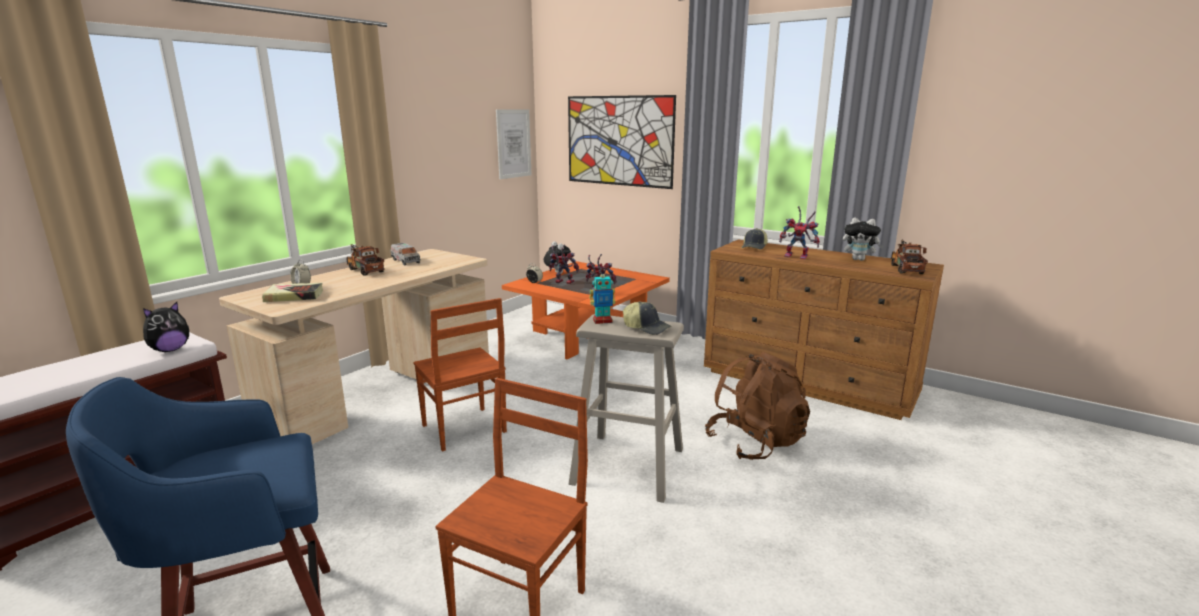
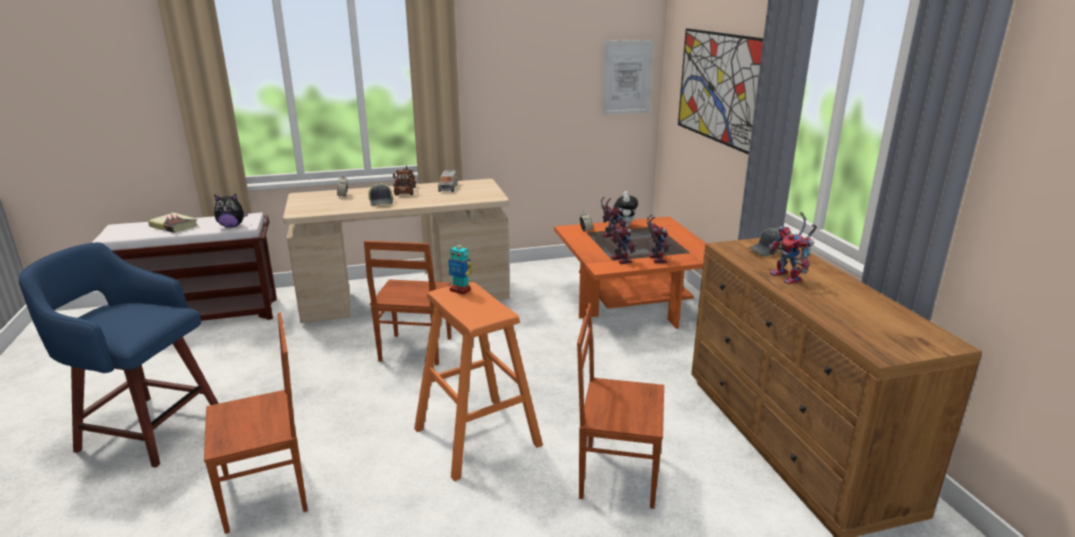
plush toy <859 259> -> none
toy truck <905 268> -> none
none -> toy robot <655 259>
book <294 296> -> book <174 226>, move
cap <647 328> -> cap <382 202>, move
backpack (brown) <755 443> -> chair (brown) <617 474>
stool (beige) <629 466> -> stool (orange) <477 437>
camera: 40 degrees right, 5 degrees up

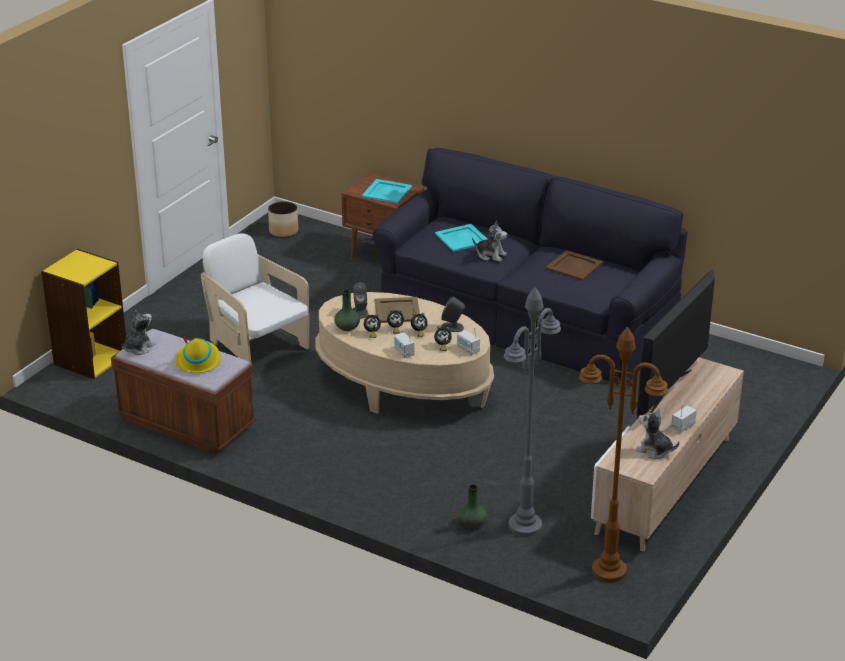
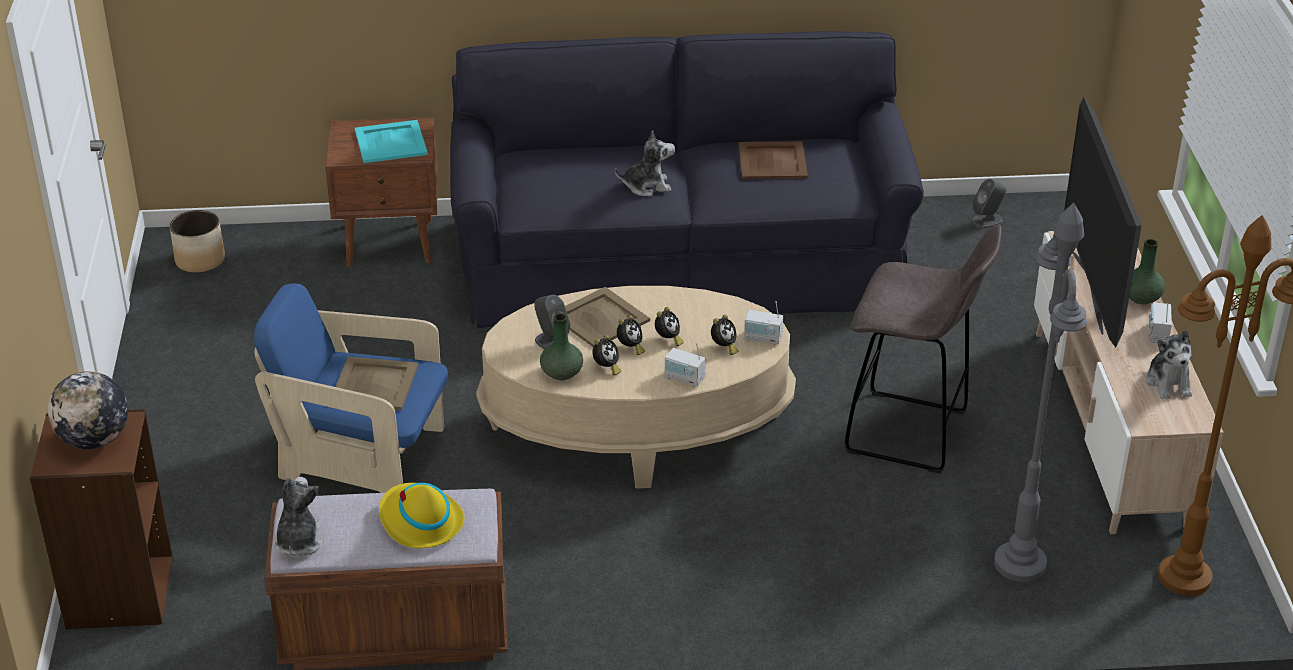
tray (turquoise) <462 238> -> none
none -> globe <94 440>
none -> tray (beige) <373 384>
none -> stool (grey) <910 433>
speaker (grey) <452 327> -> speaker (grey) <987 221>, move
vase (green) <472 523> -> vase (green) <1141 297>, move
bookcase (yellow) <90 359> -> bookcase (brown) <118 592>
armchair (white) <257 346> -> armchair (blue) <363 458>
plush toy <654 450> -> plush toy <1168 383>, 90 degrees counterclockwise
camera: 35 degrees left, 5 degrees up

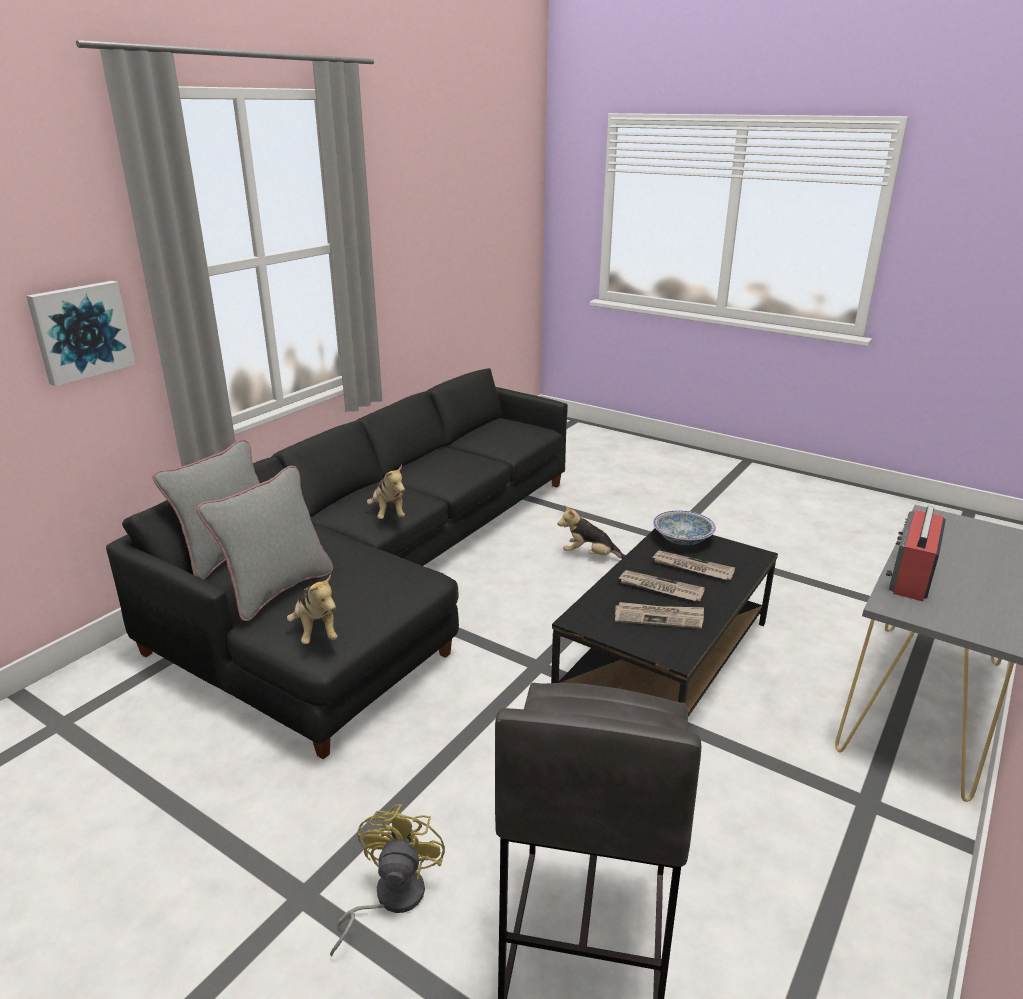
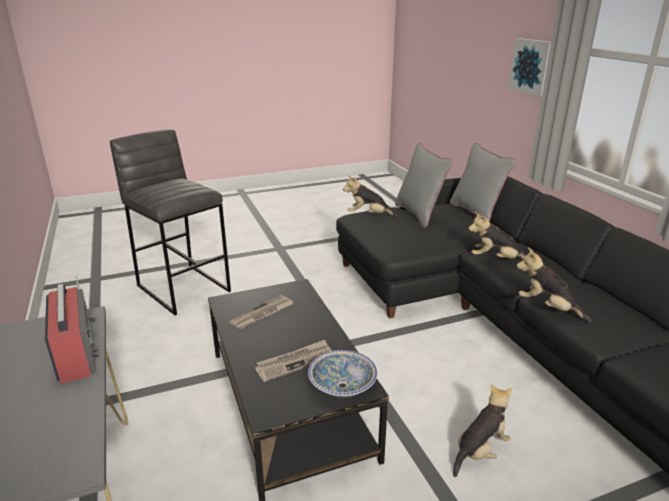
fan (yellow) <390 899> -> none
newspaper <660 588> -> none
none -> plush toy <548 308>
camera: 125 degrees right, 0 degrees up

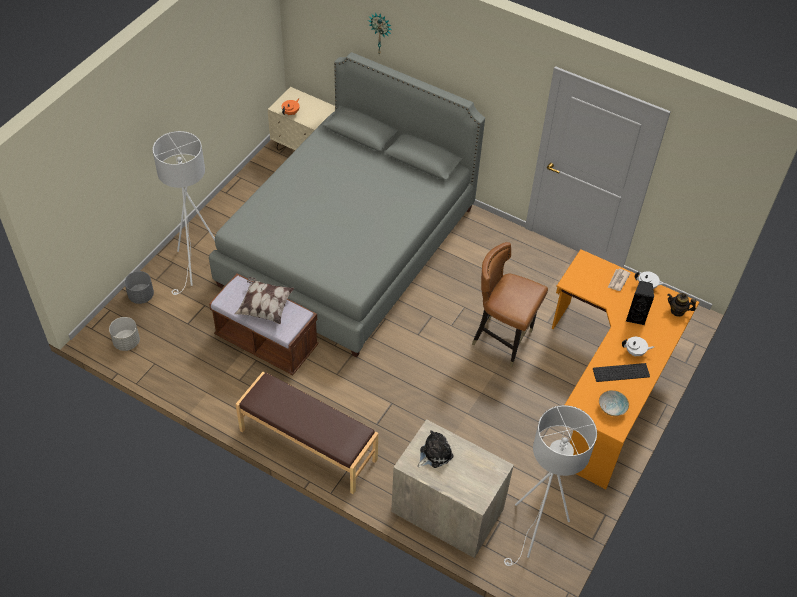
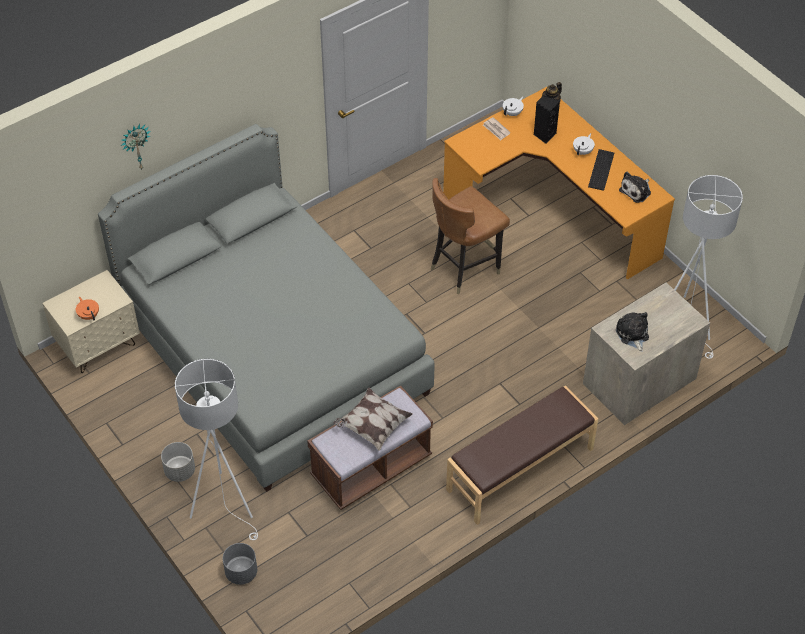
planter (grey) <126 342> -> planter (grey) <179 471>, move
bowl <612 408> -> plush toy <636 191>
camera: 65 degrees left, 0 degrees up

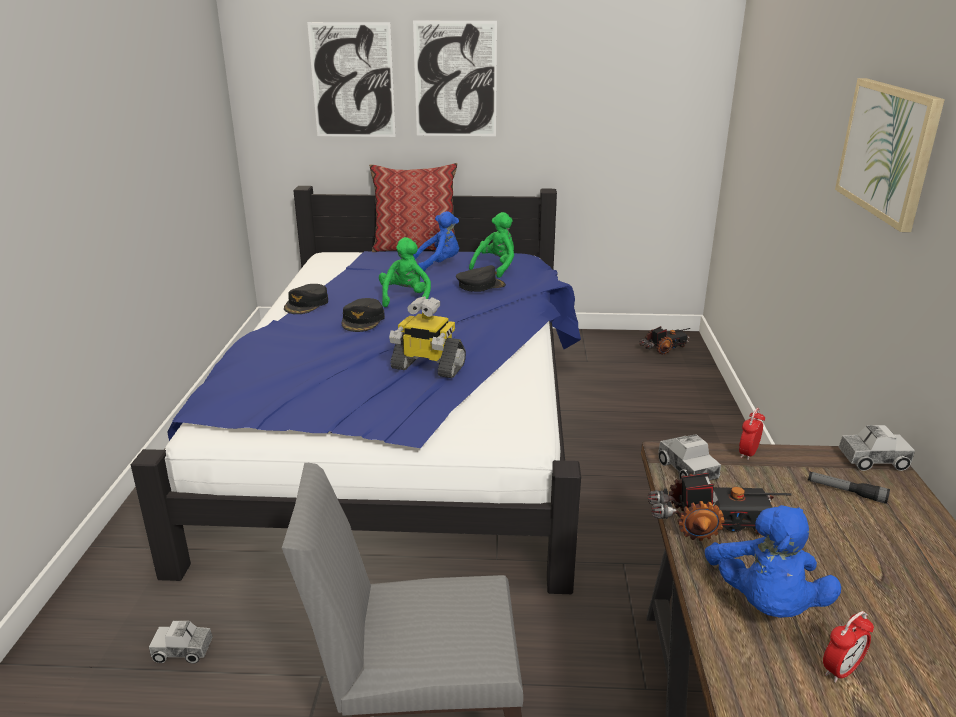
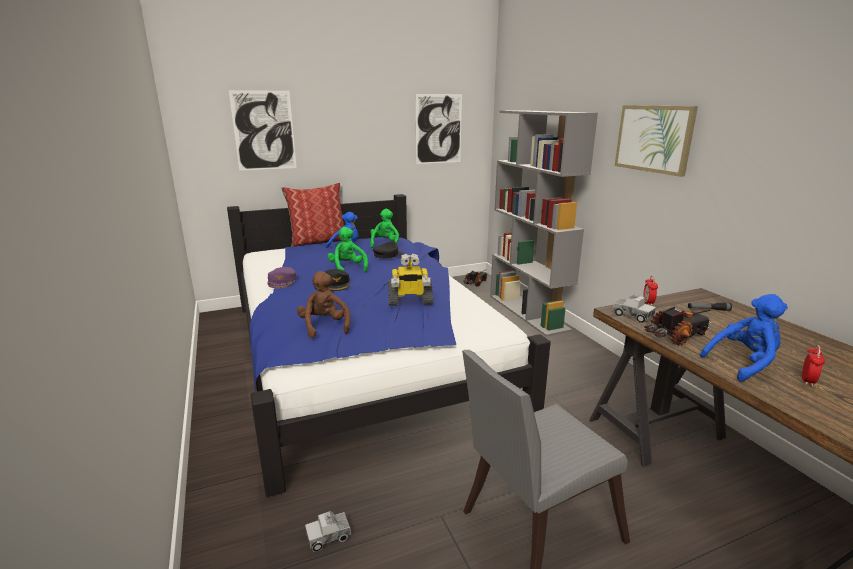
toy truck <872 460> -> none
none -> plush toy (brown) <324 326>
none -> bookcase (grey) <528 312>
picture <455 80> -> picture <438 129>, move
cap (black) <307 304> -> cap (purple) <282 281>
plush toy (blue) <764 604> -> plush toy (blue) <743 364>, 90 degrees counterclockwise
camera: 25 degrees left, 5 degrees down

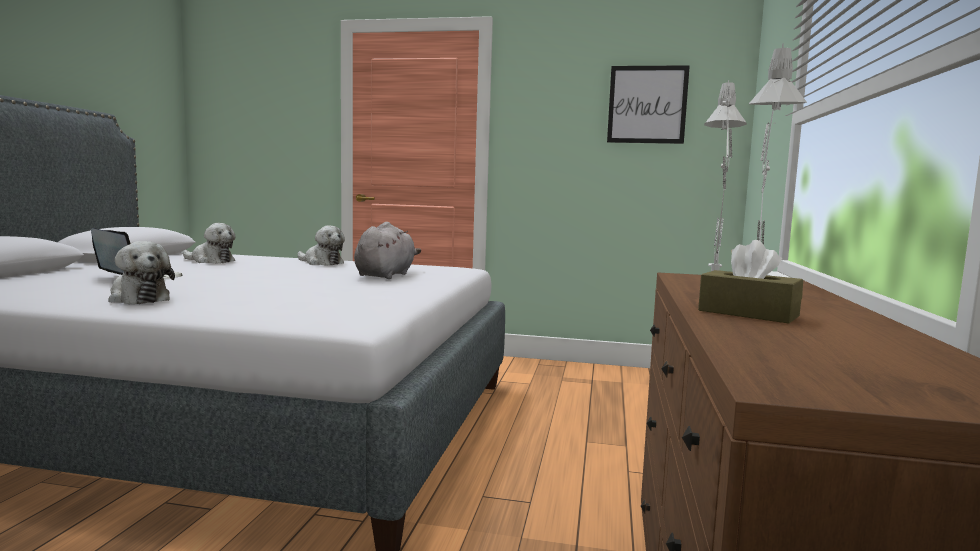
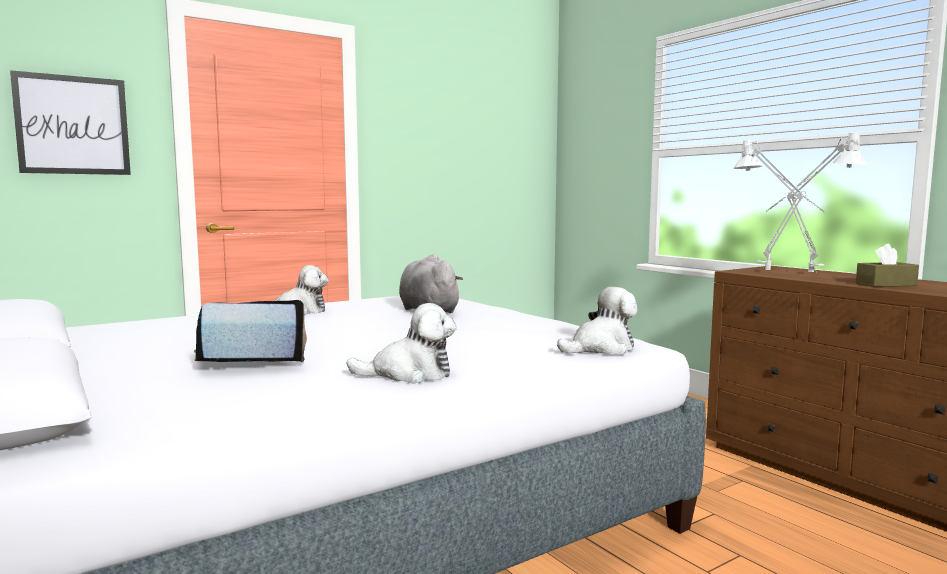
plush toy <210 261> -> plush toy <601 348>, move
picture <647 105> -> picture <73 125>, move
camera: 45 degrees left, 0 degrees up

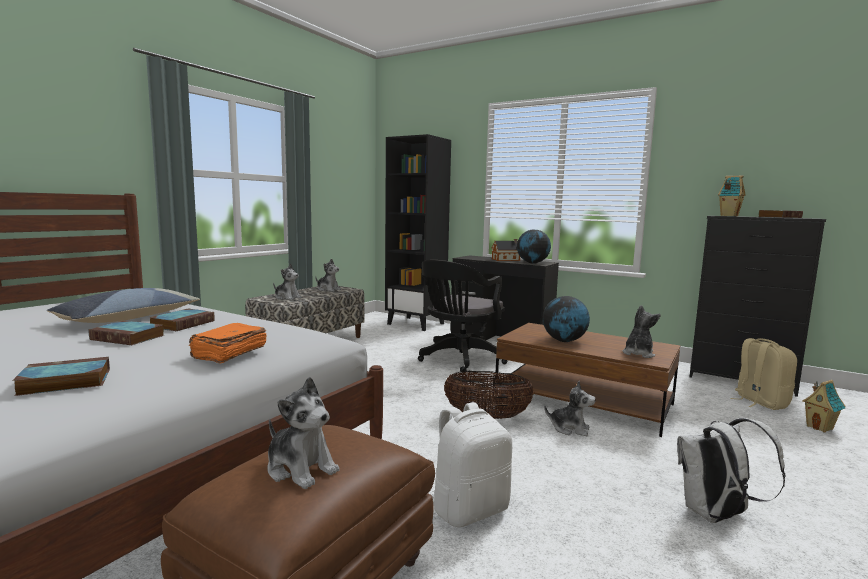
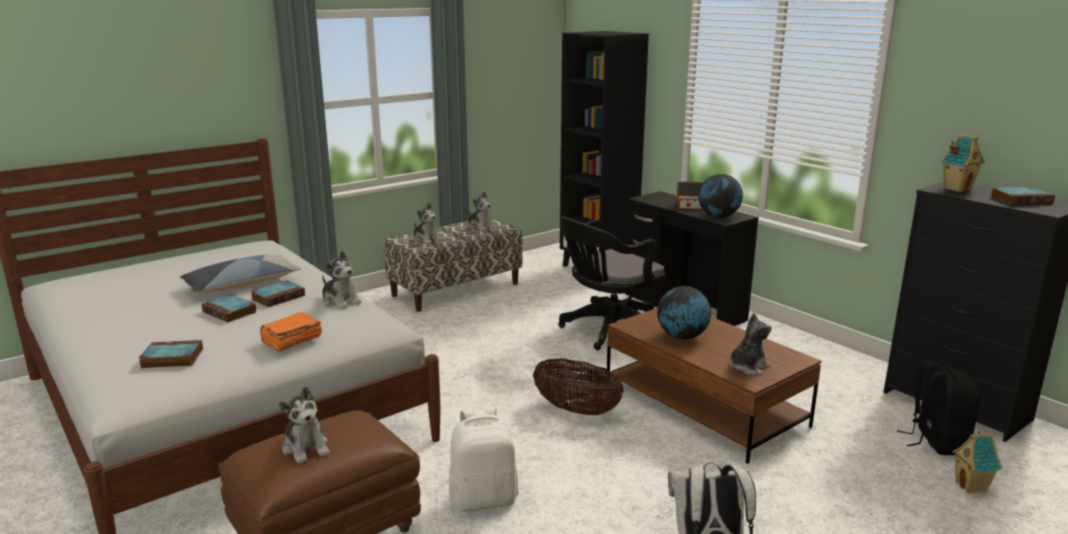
plush toy <569 429> -> plush toy <340 301>, move
backpack (beige) <759 402> -> backpack (black) <935 441>
camera: 20 degrees right, 10 degrees up

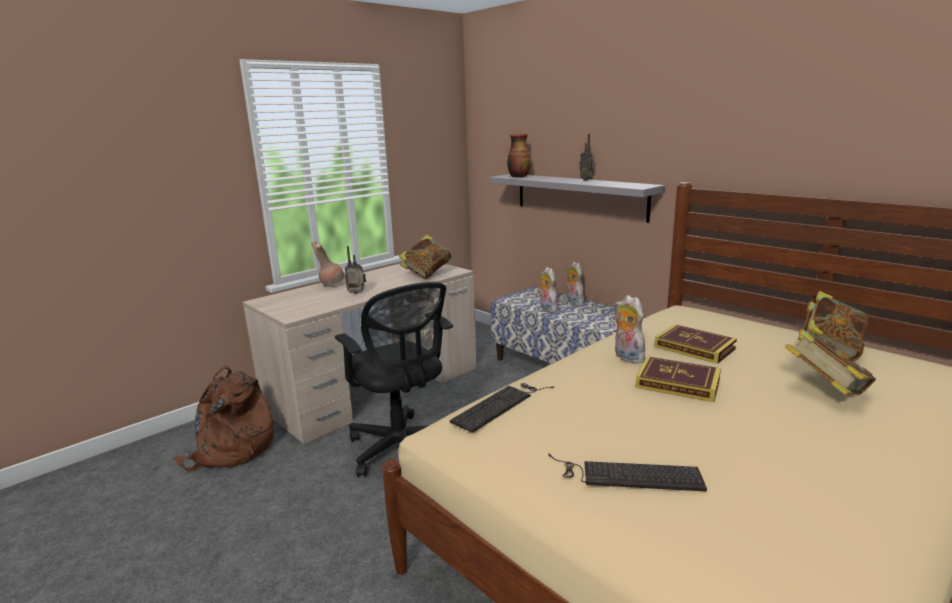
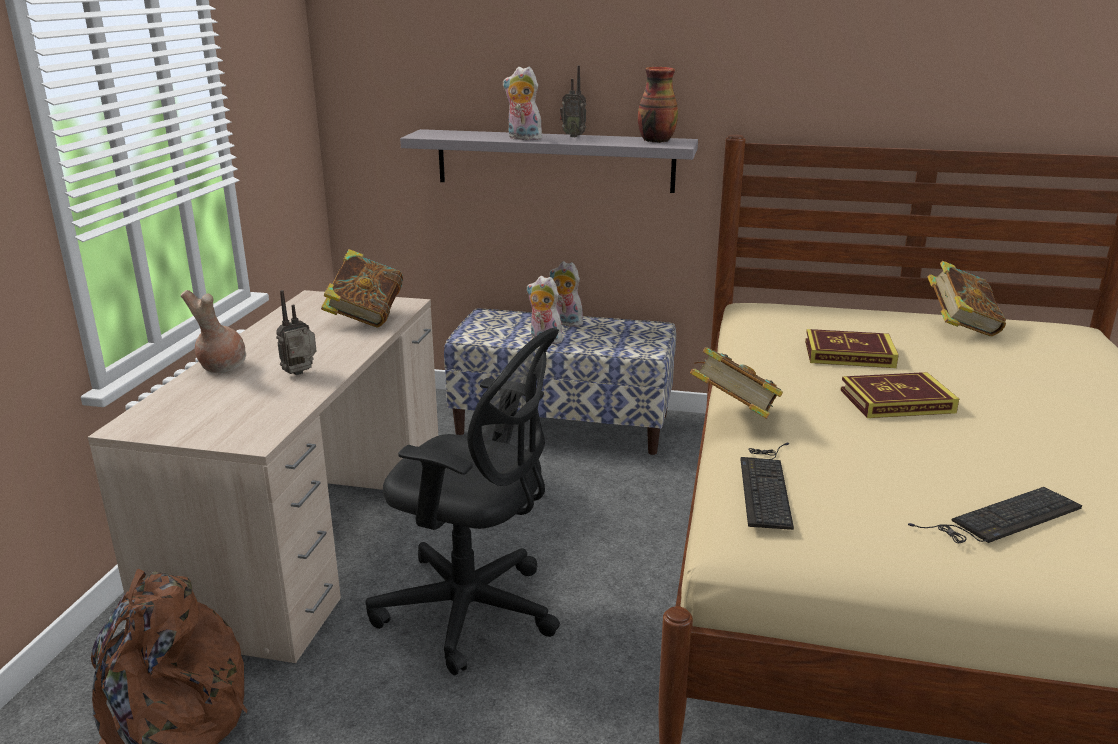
vase <518 176> -> vase <655 141>, move
plush toy <626 357> -> plush toy <522 138>, move
book <825 390> -> book <733 416>, move
camera: 35 degrees left, 5 degrees up

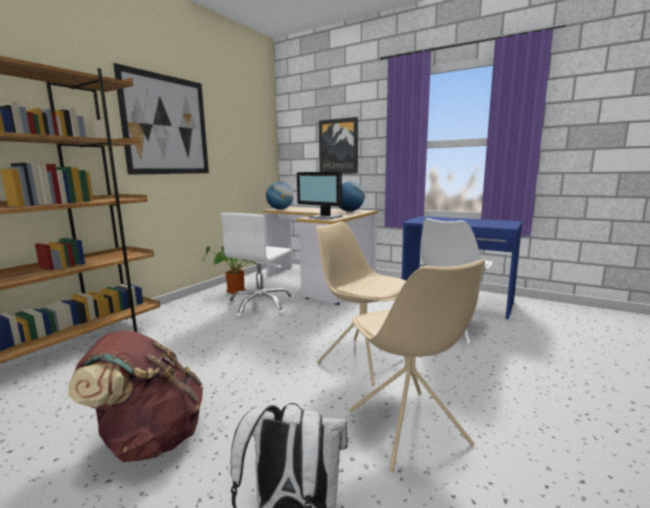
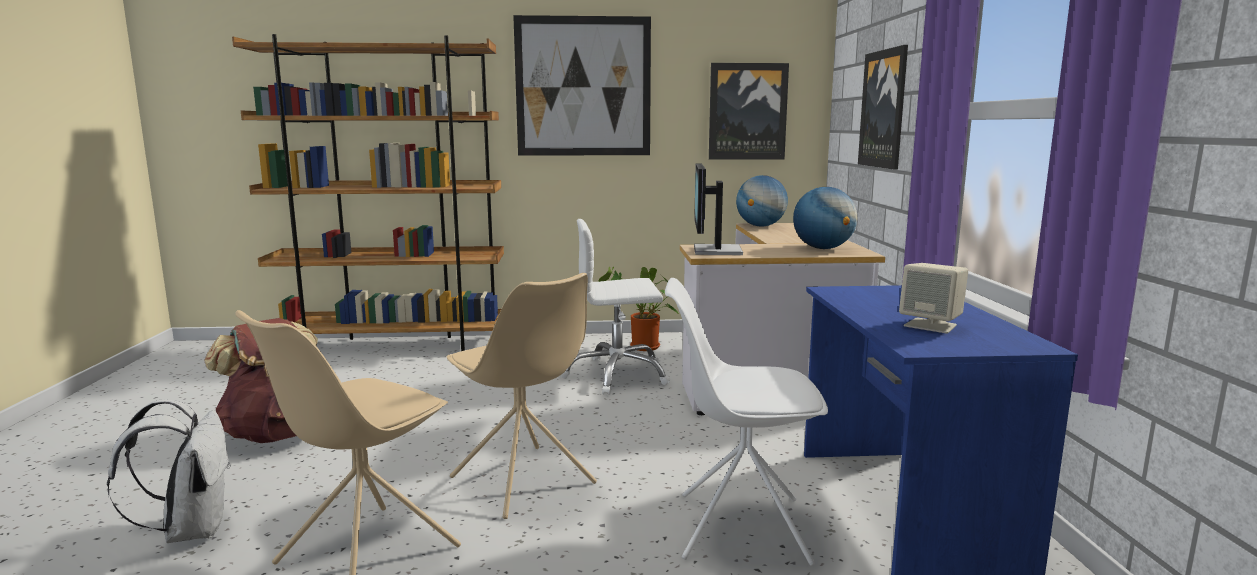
none -> picture <747 112>
none -> speaker (beige) <931 325>
chair (beige) <361 359> -> chair (beige) <524 481>, 135 degrees clockwise
camera: 55 degrees right, 0 degrees up

